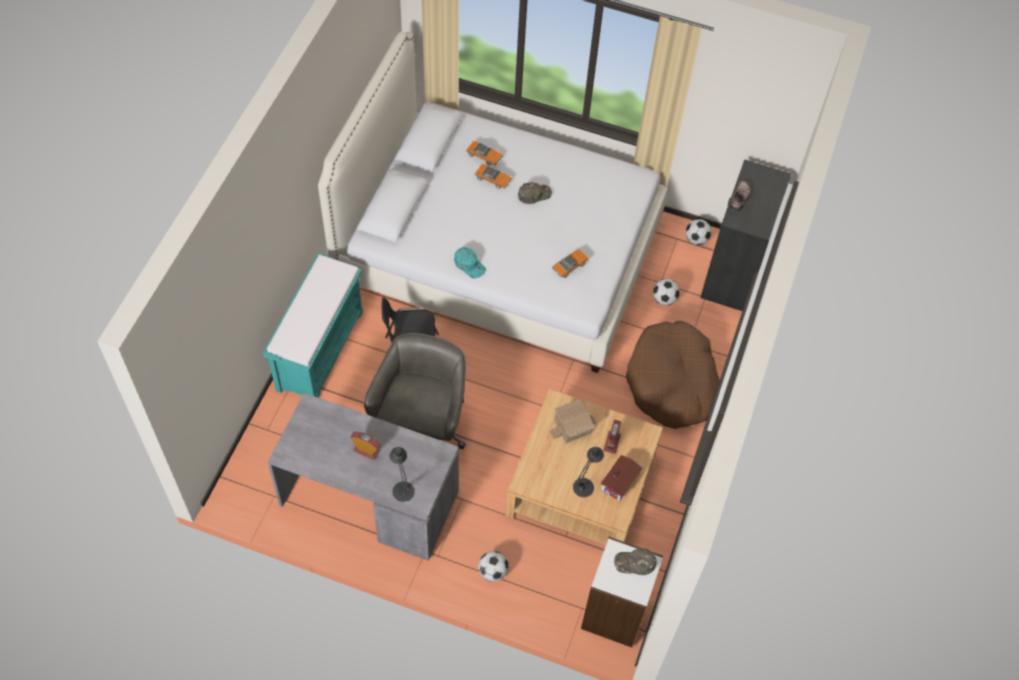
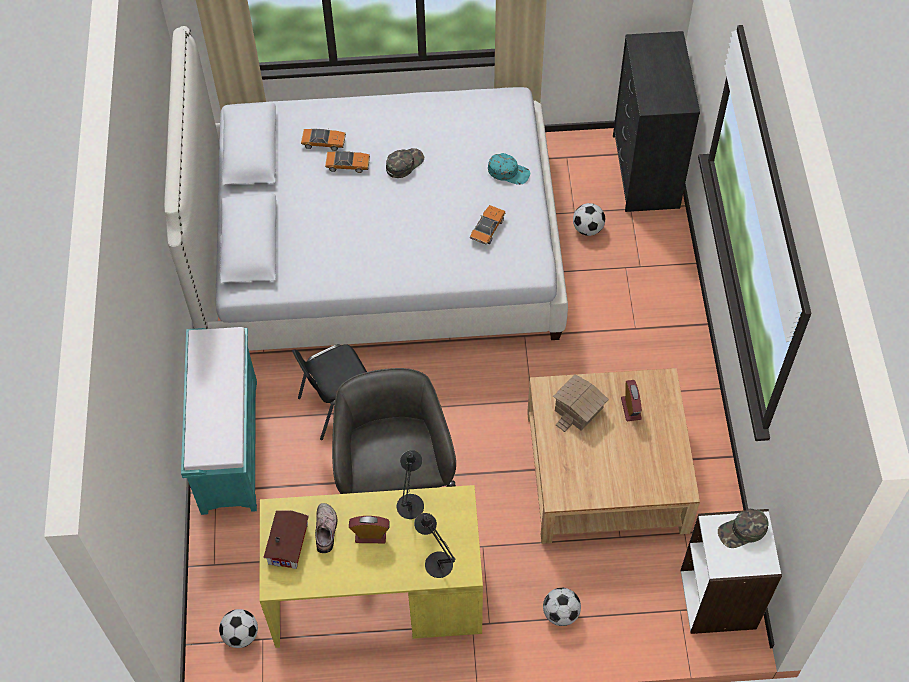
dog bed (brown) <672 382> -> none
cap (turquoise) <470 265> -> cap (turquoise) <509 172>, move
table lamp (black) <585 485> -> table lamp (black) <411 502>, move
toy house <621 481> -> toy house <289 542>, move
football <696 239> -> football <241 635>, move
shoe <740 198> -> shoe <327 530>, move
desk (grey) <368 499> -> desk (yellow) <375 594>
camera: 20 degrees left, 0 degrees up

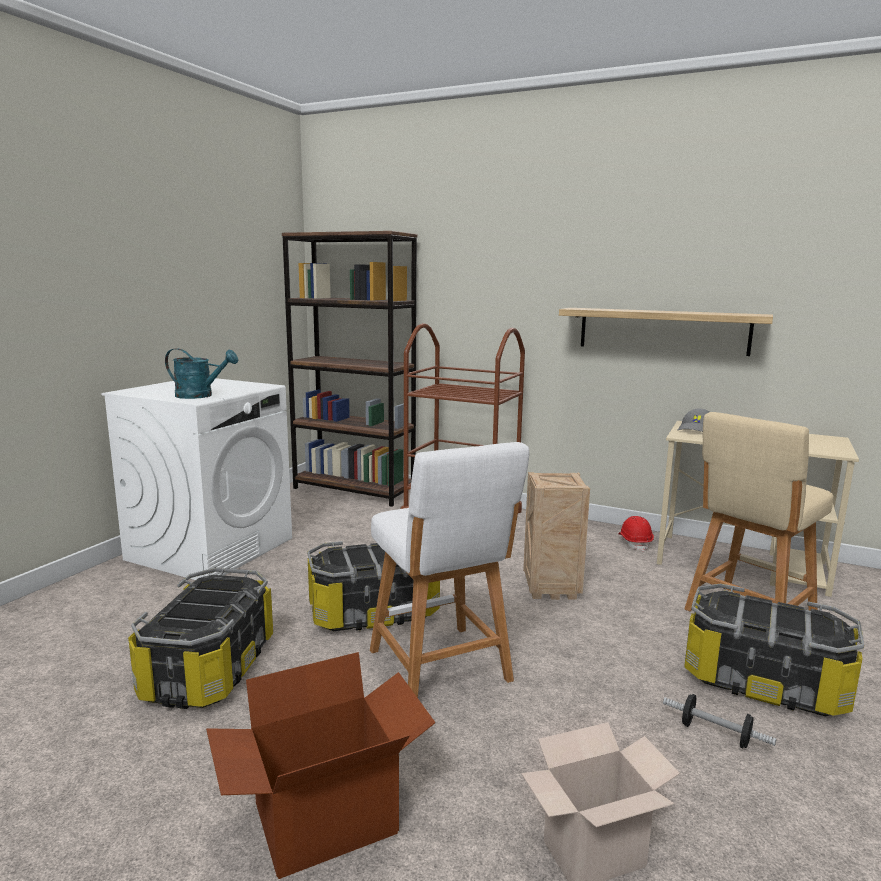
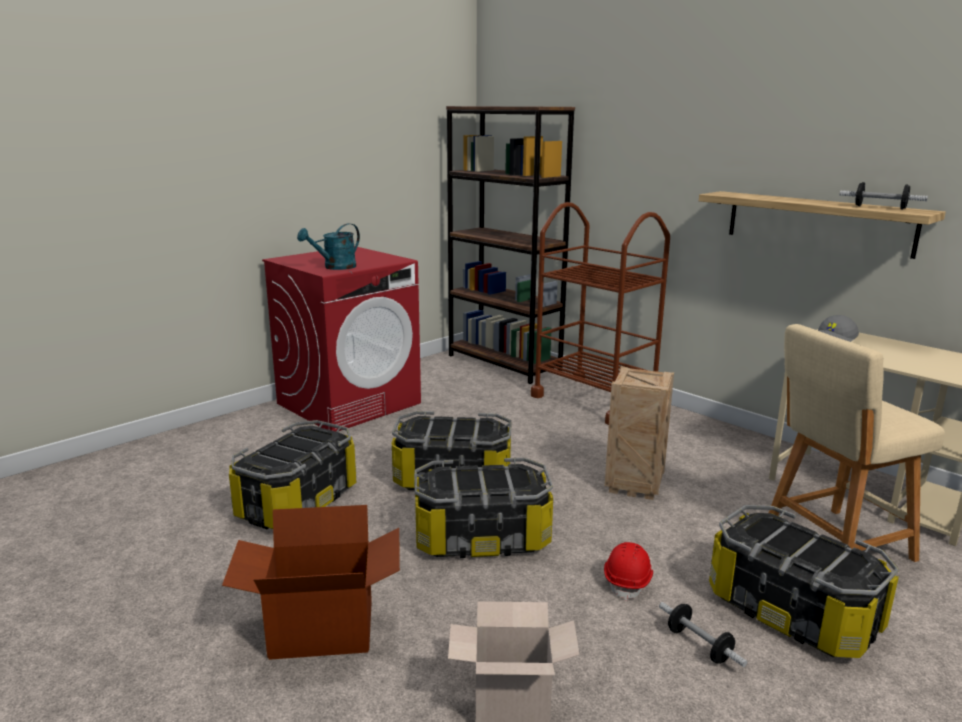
none -> dumbbell <880 207>
hard hat (red) <635 542> -> hard hat (red) <628 581>, move
stool (white) <442 669> -> storage box <481 538>
washing machine (white) <211 548> -> washing machine (red) <349 403>
watering can (turquoise) <200 396> -> watering can (turquoise) <335 267>, 105 degrees clockwise
camera: 20 degrees right, 5 degrees up

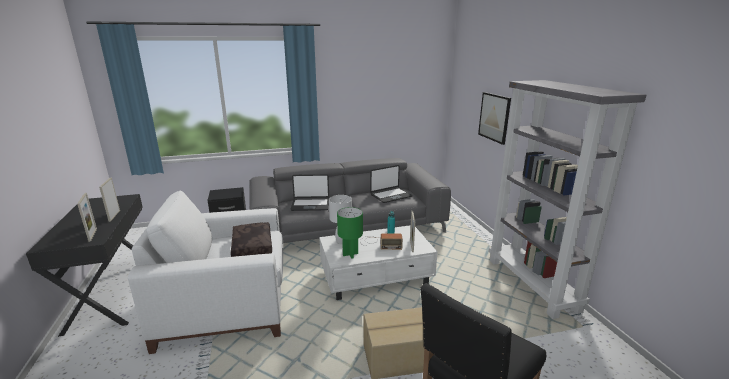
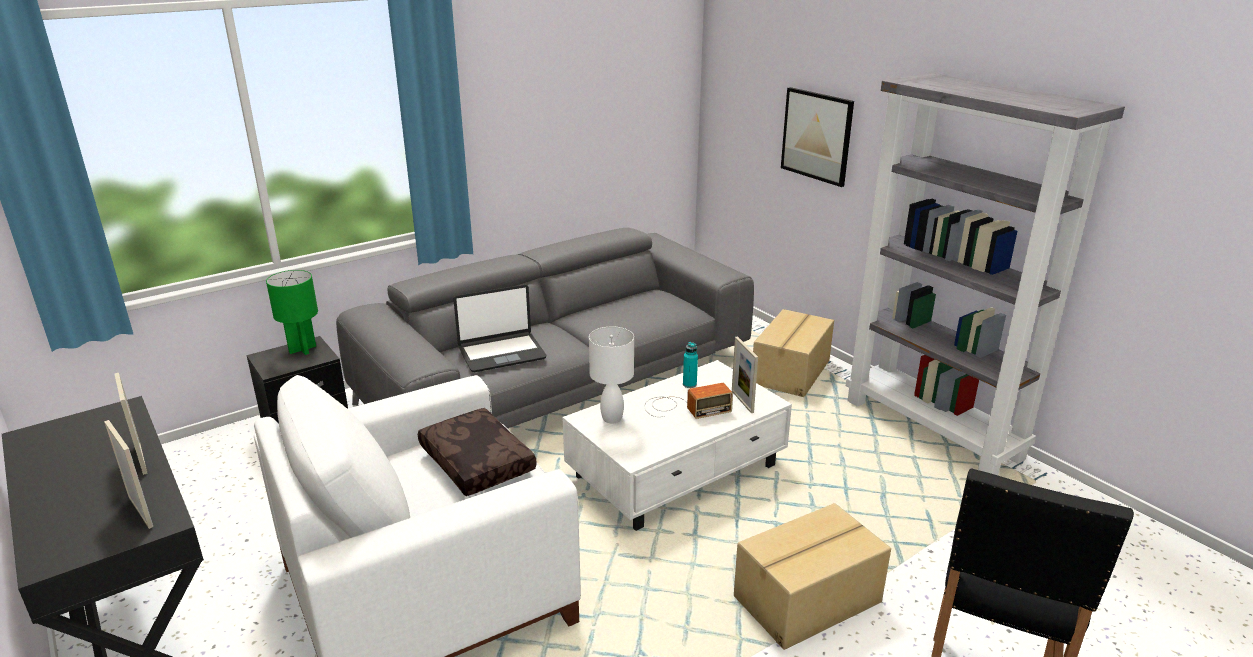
laptop <390 195> -> none
none -> cardboard box <792 372>
table lamp (green) <350 254> -> table lamp (green) <302 349>, move
camera: 20 degrees left, 5 degrees up

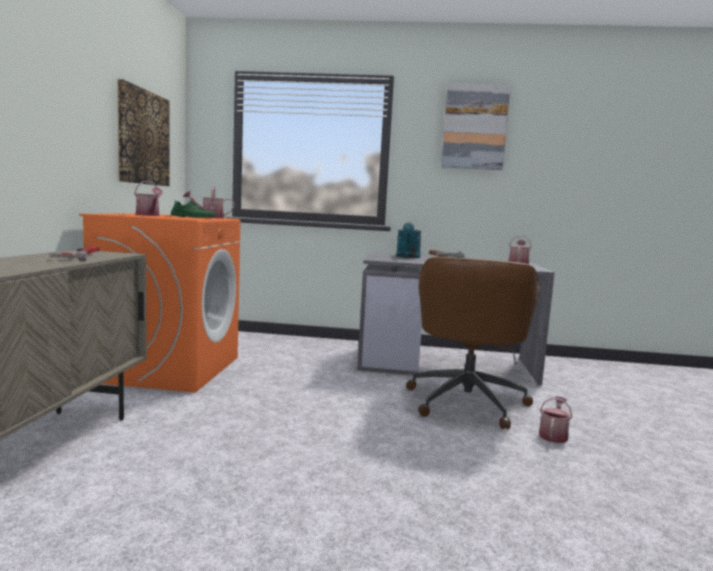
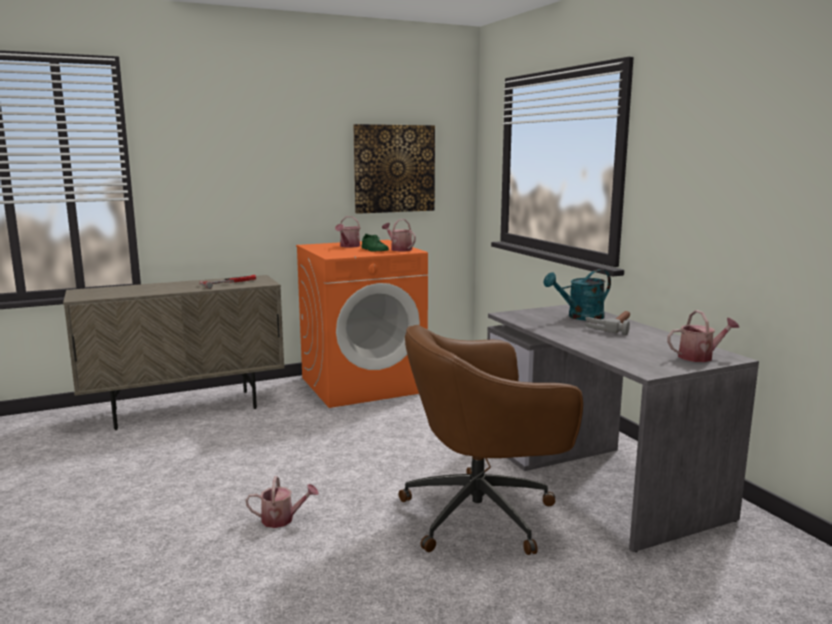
picture <474 127> -> none
watering can <553 435> -> watering can <282 519>, move
camera: 60 degrees right, 5 degrees up

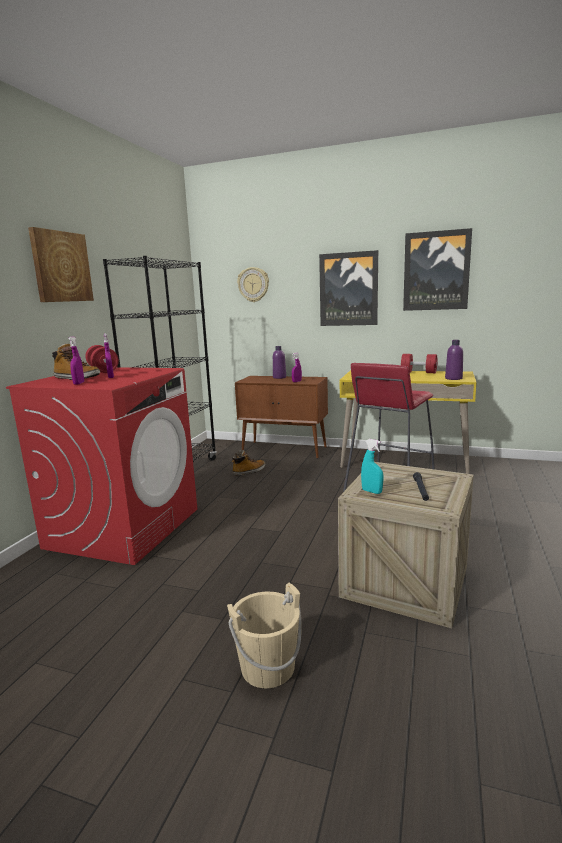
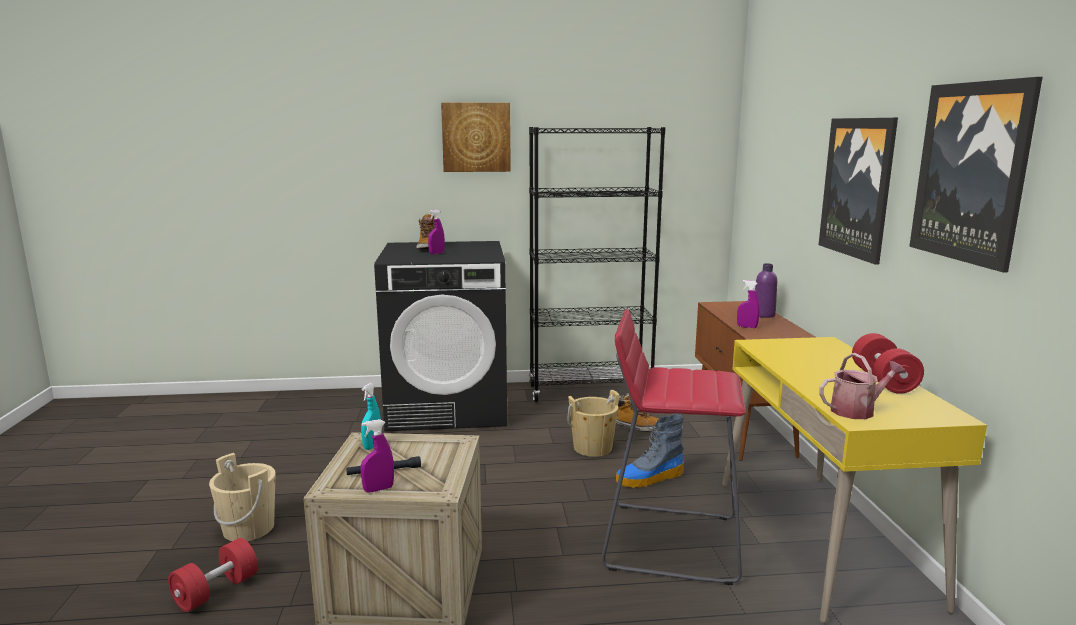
wall clock <253 284> -> none
none -> bucket (beige) <592 448>
none -> boot <650 478>
spray bottle (purple) <79 383> -> spray bottle (purple) <378 489>, move
dumbbell (red) <103 370> -> dumbbell (red) <216 591>, move
bottle (purple) <453 378> -> watering can <857 410>
washing machine (red) <124 527> -> washing machine (black) <448 406>
camera: 65 degrees right, 0 degrees up

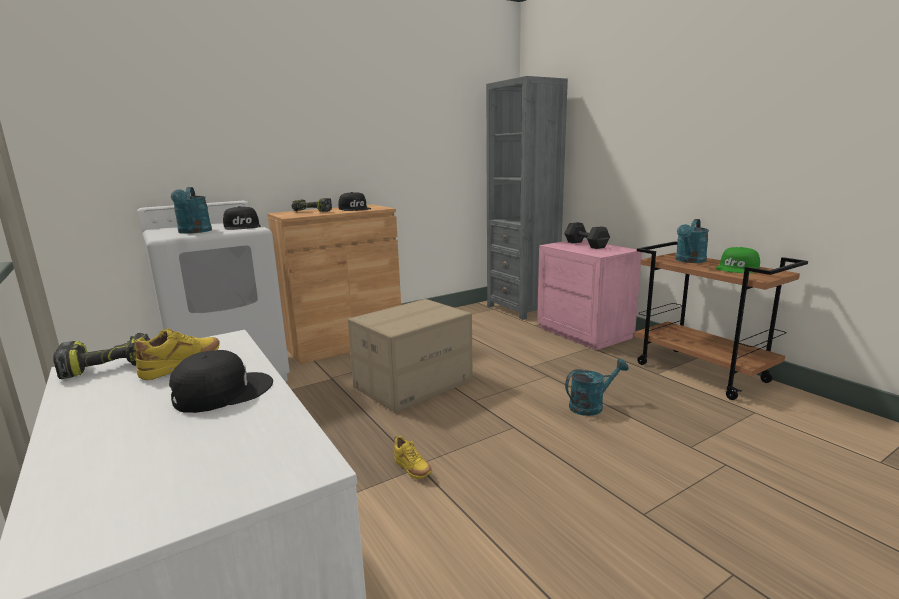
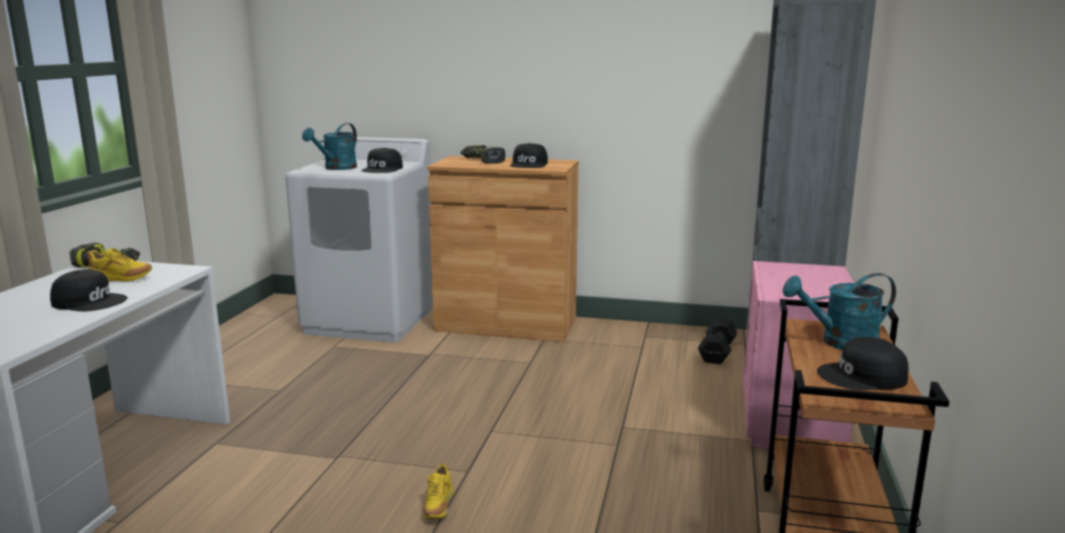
cardboard box <413 383> -> none
watering can (turquoise) <591 406> -> none
shoe (yellow) <412 470> -> shoe (yellow) <438 508>, move
dumbbell (black) <585 244> -> dumbbell (black) <717 352>, move
cap (green) <738 268> -> cap (black) <863 377>
camera: 45 degrees right, 0 degrees up

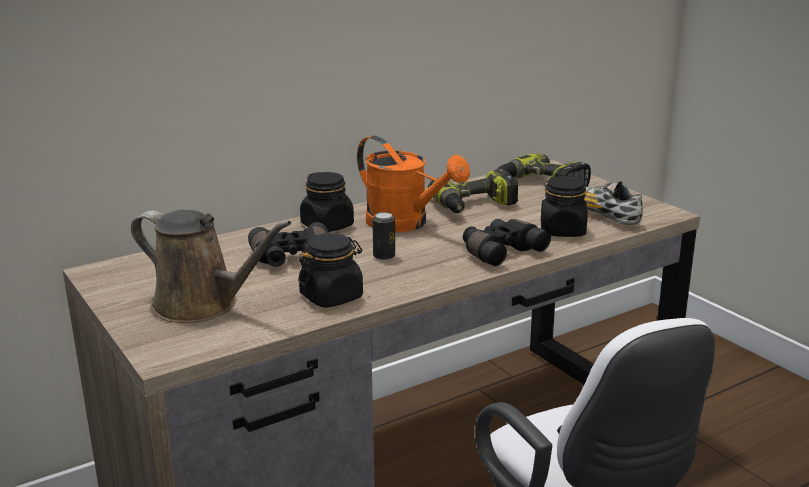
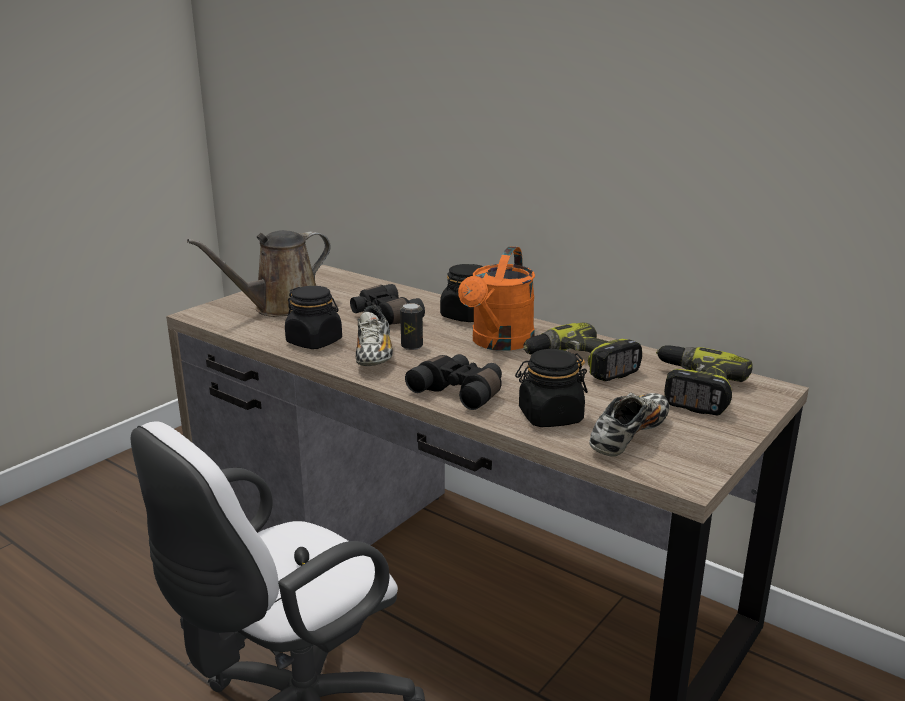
none -> shoe <374 356>
watering can (brown) <202 305> -> watering can (brown) <281 308>, 45 degrees clockwise
camera: 70 degrees right, 0 degrees up

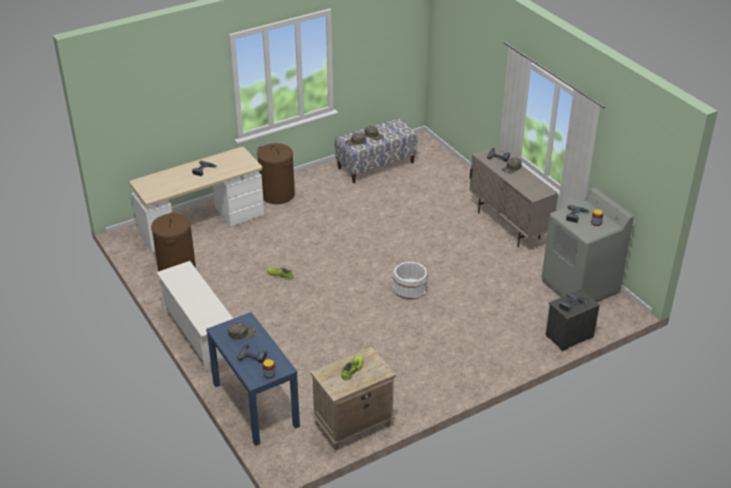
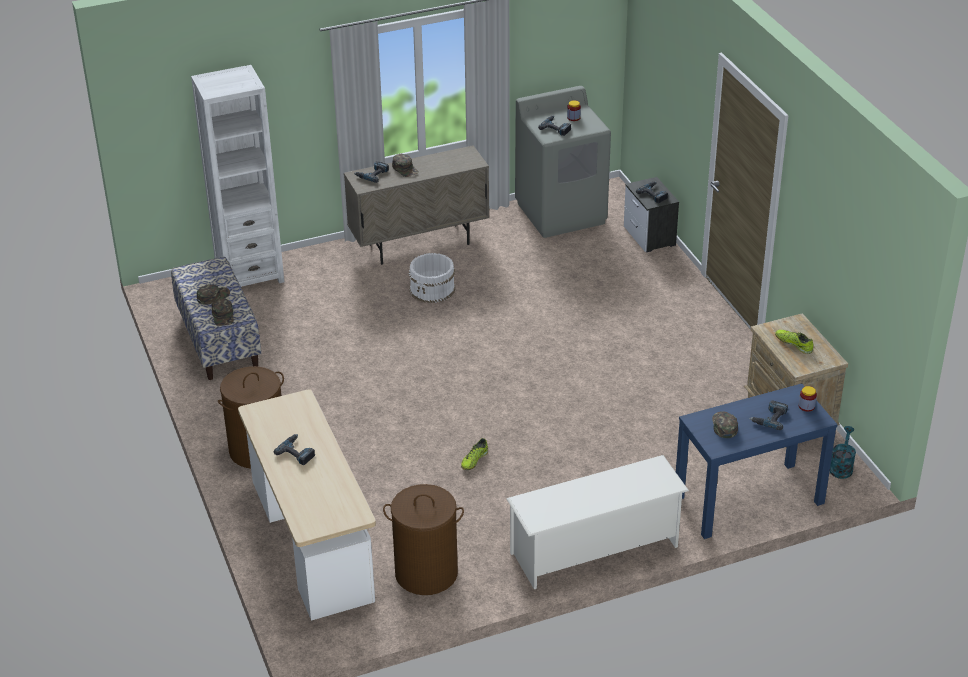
none -> bookcase (white) <250 275>
none -> watering can (turquoise) <841 467>
bucket (white) <409 288> -> bucket (white) <433 289>, move
camera: 80 degrees left, 0 degrees up

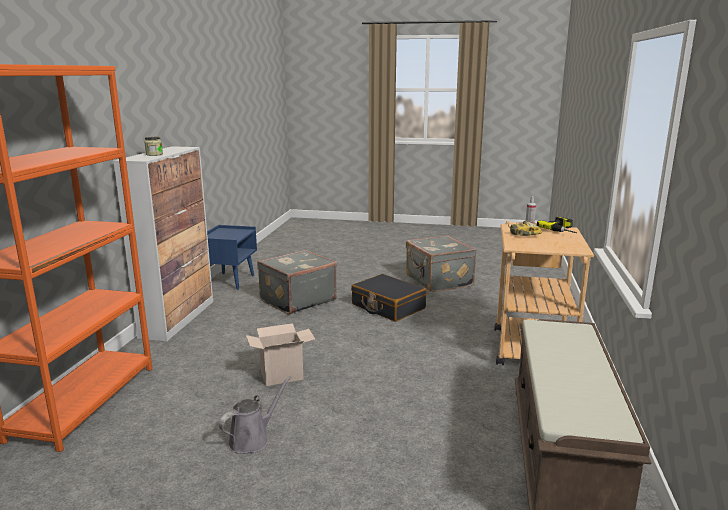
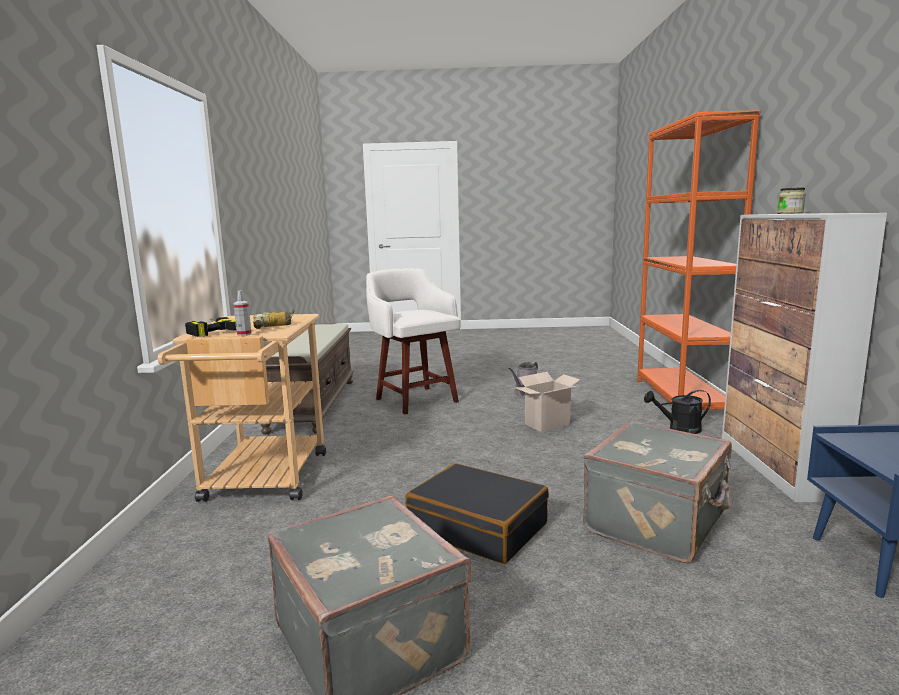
none -> stool (white) <415 399>
none -> watering can (black) <679 429>
camera: 170 degrees right, 5 degrees down

